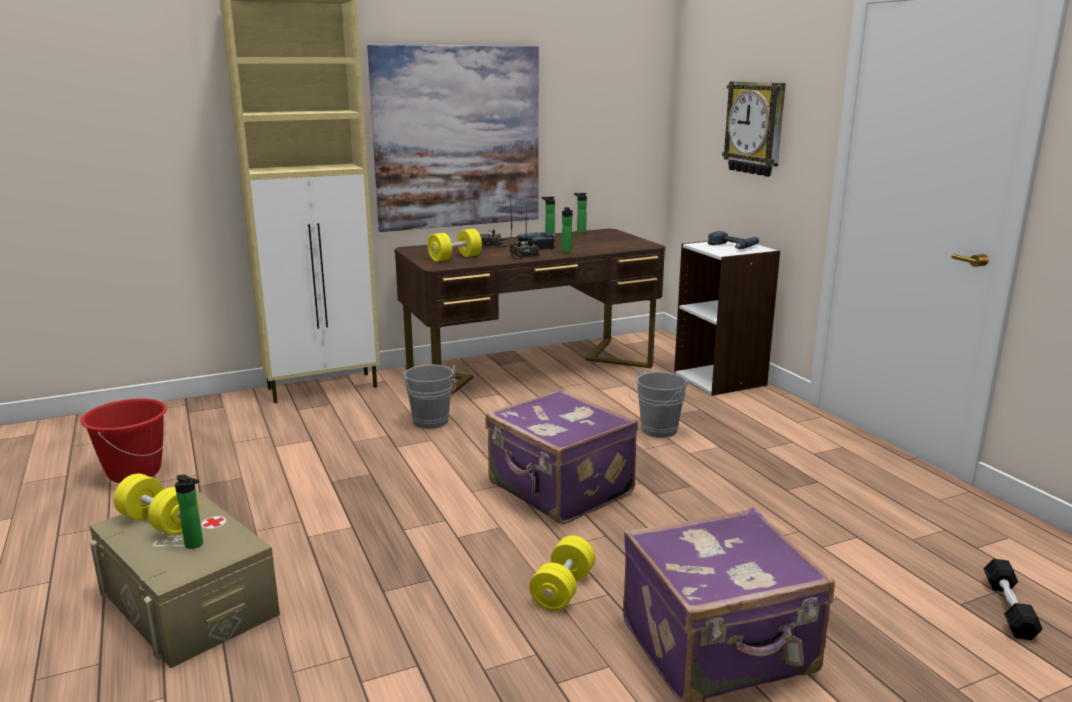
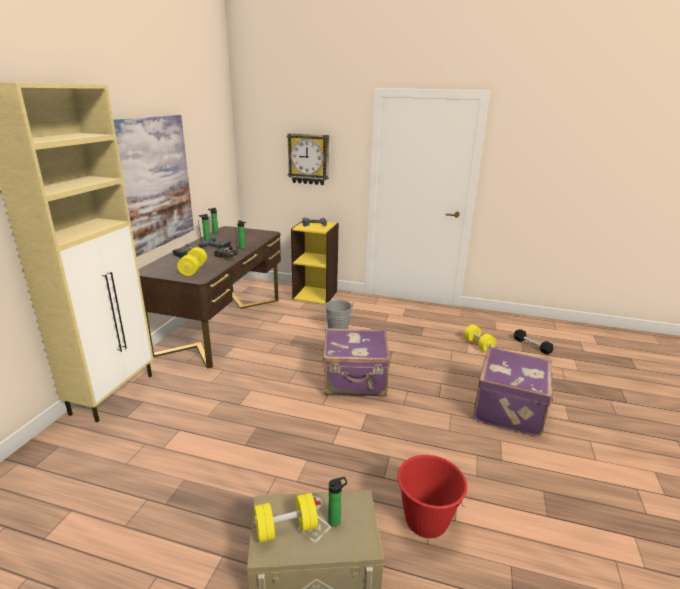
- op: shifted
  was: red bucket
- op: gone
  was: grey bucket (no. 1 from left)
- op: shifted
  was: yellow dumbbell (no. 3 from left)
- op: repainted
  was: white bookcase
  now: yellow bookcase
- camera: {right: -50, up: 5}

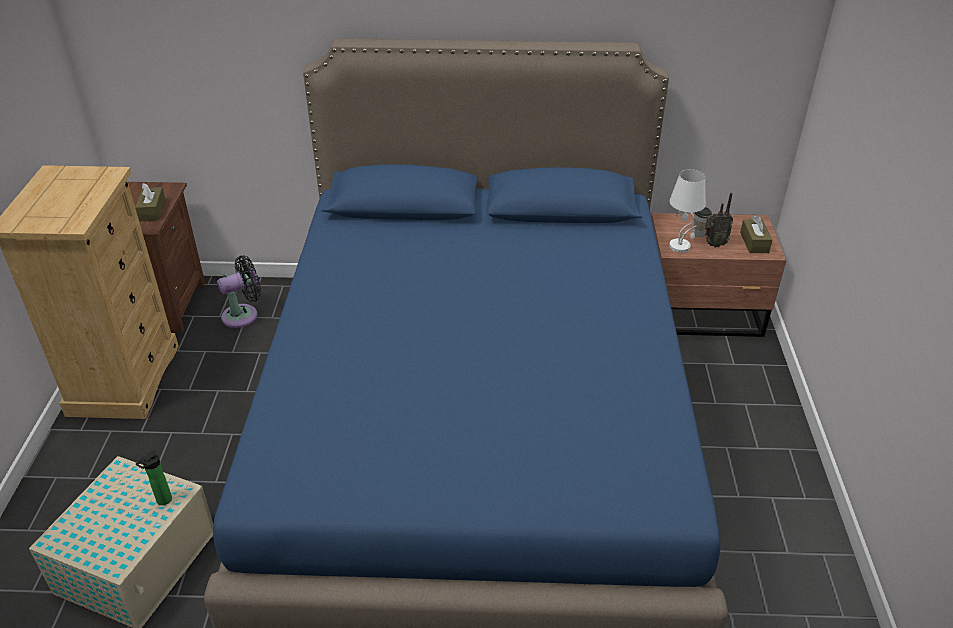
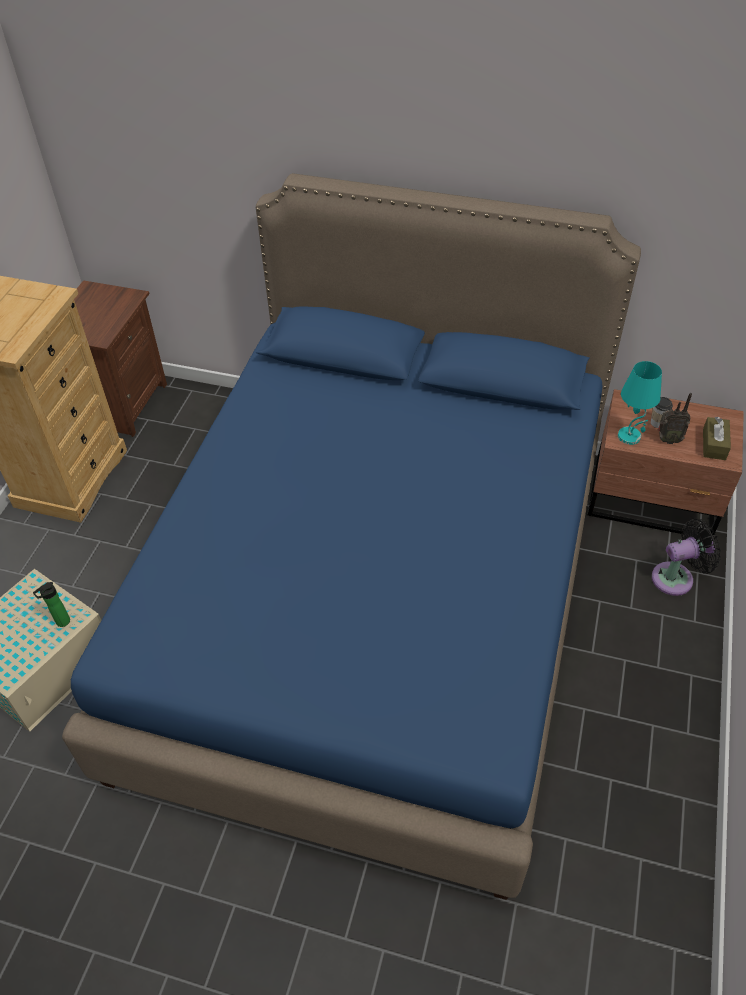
- op: gone
  was: brown tissue box (no. 1 from left)
- op: shifted
  was: black fan
- op: repainted
  was: white table lamp
  now: turquoise table lamp
- camera: {right: 15, up: 10}

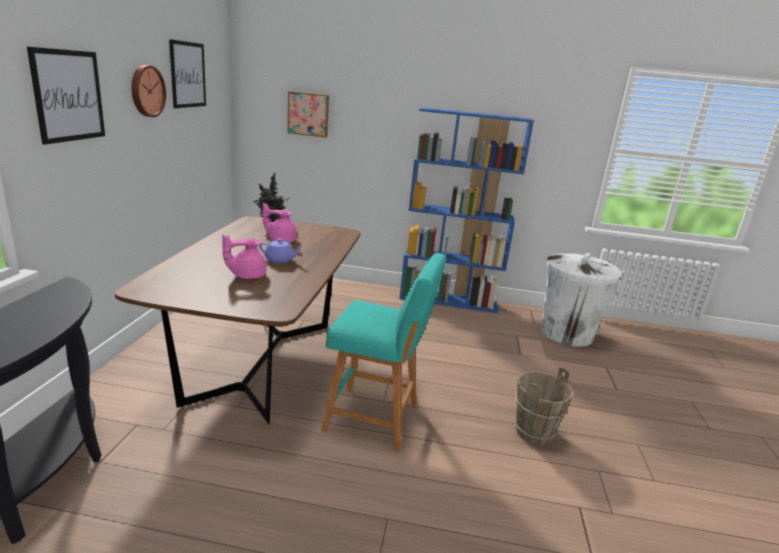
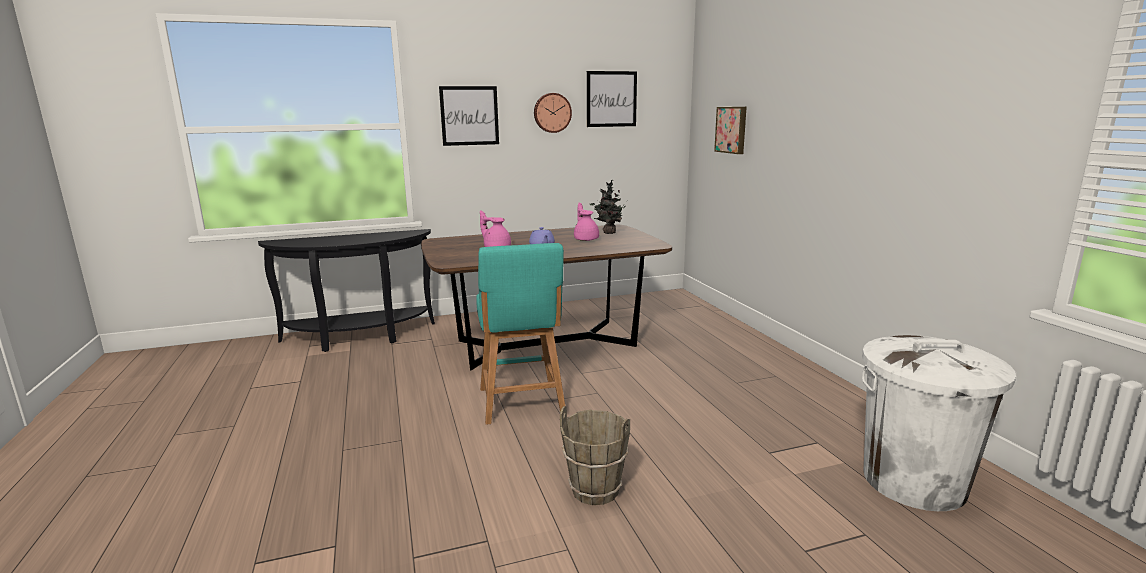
- op: gone
  was: blue bookcase
- camera: {right: 65, up: -5}

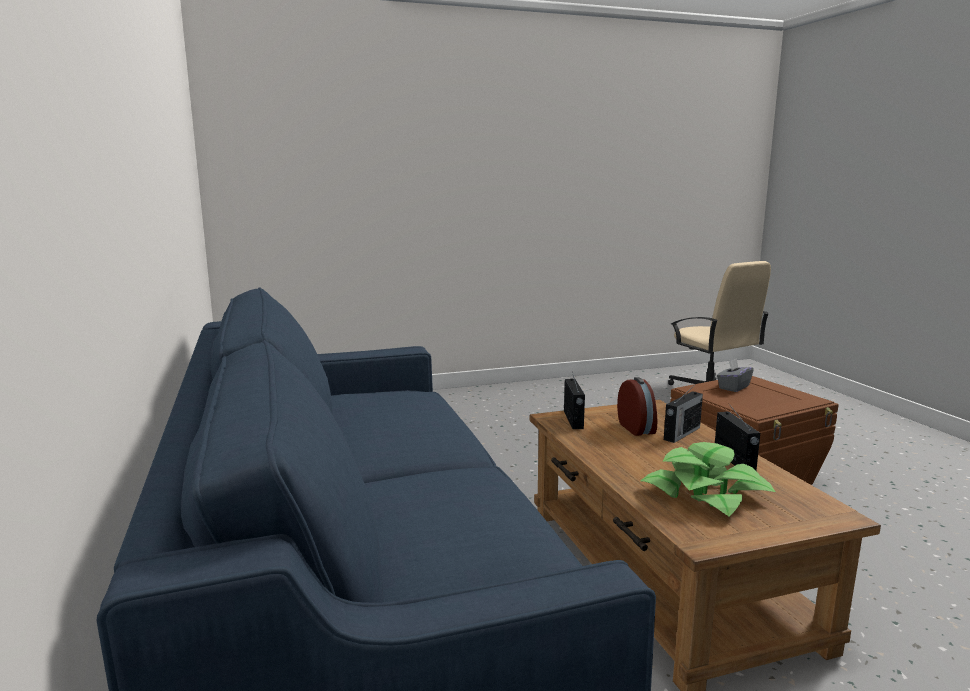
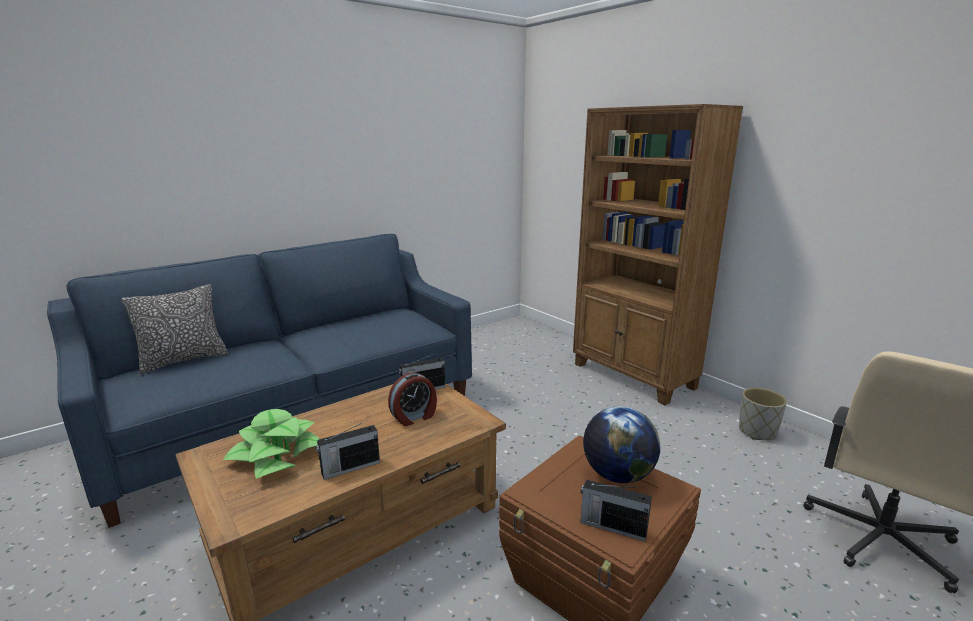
- op: shifted
  was: radio (no. 2 from left in the first image)
  now: radio (no. 3 from left)
- op: swapped
  was: grey tissue box
  now: globe
- op: new
  now: pillow
- op: new
  now: brown bookcase
- op: new
  now: grey planter
- camera: {right: 70, up: 5}

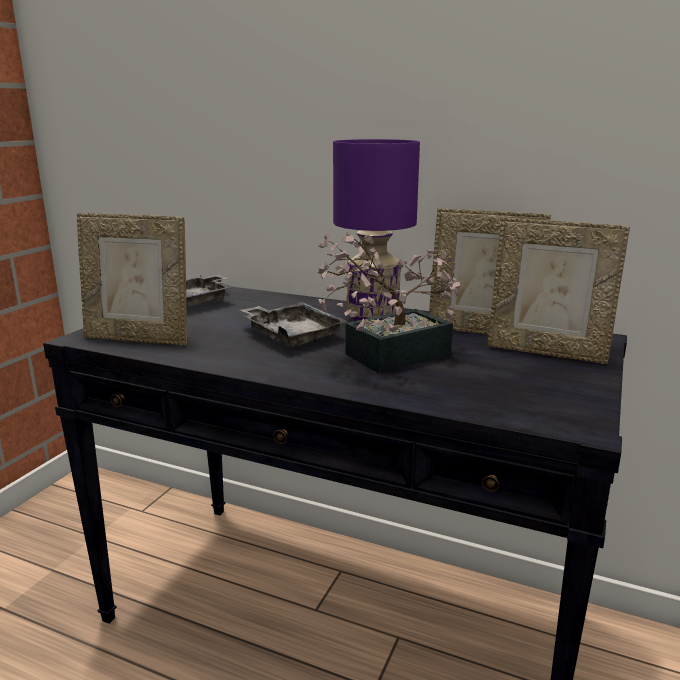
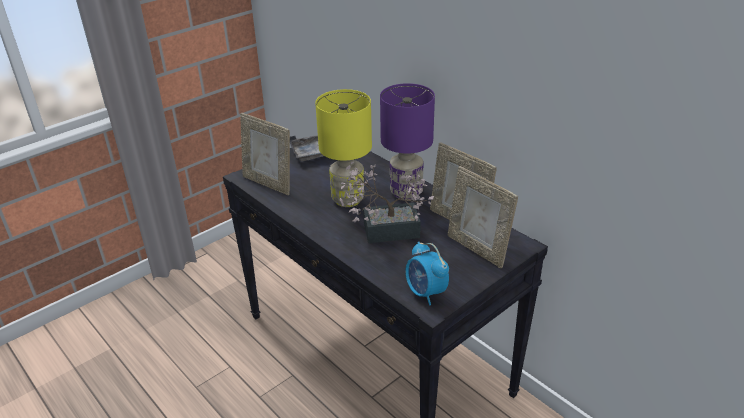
- op: swapped
  was: grey tray (no. 2 from left)
  now: yellow table lamp
- op: new
  now: alarm clock
- camera: {right: 25, up: 15}

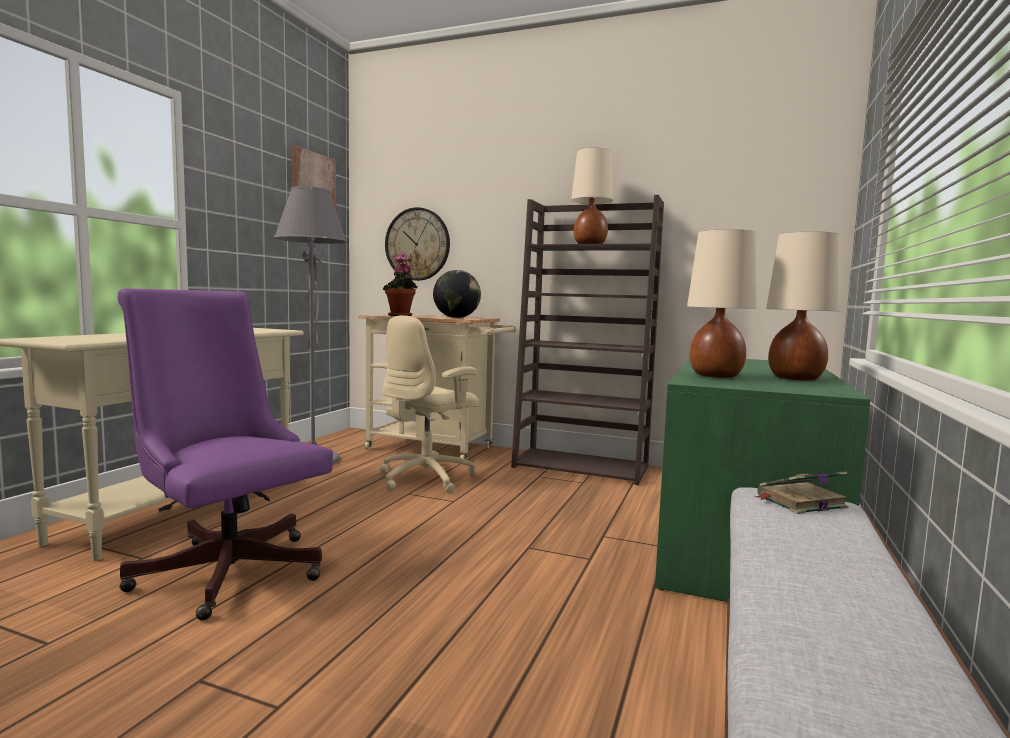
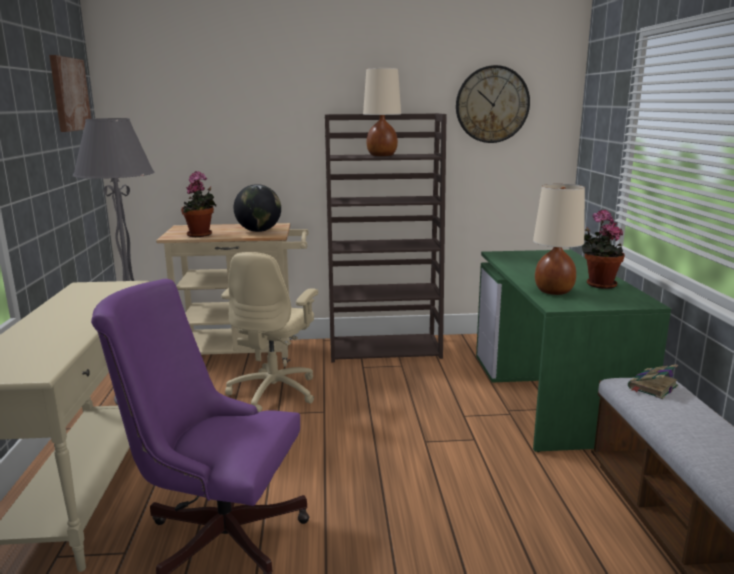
- op: shifted
  was: wall clock
- op: swapped
  was: beige table lamp (no. 3 from left)
  now: potted plant (no. 2 from left)
- camera: {right: -25, up: 10}

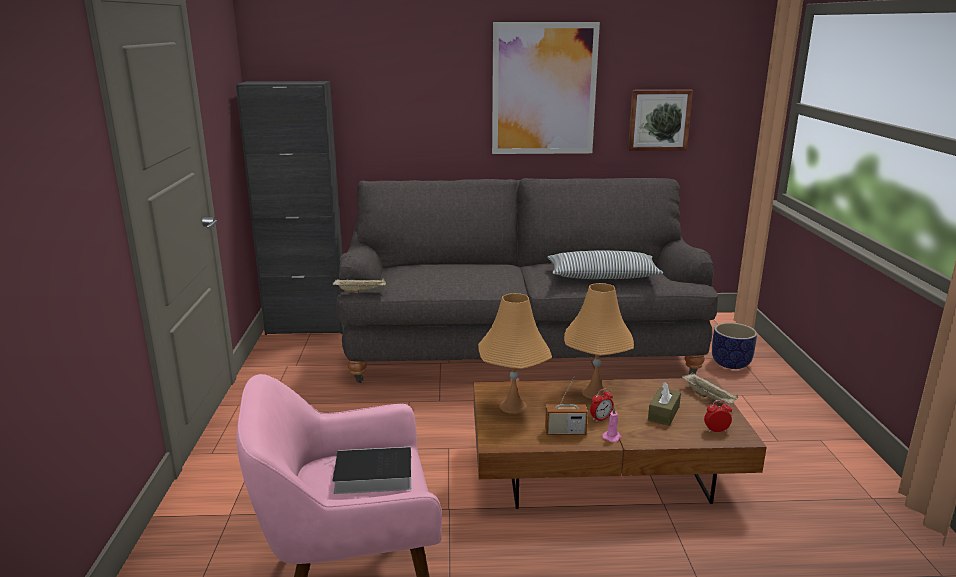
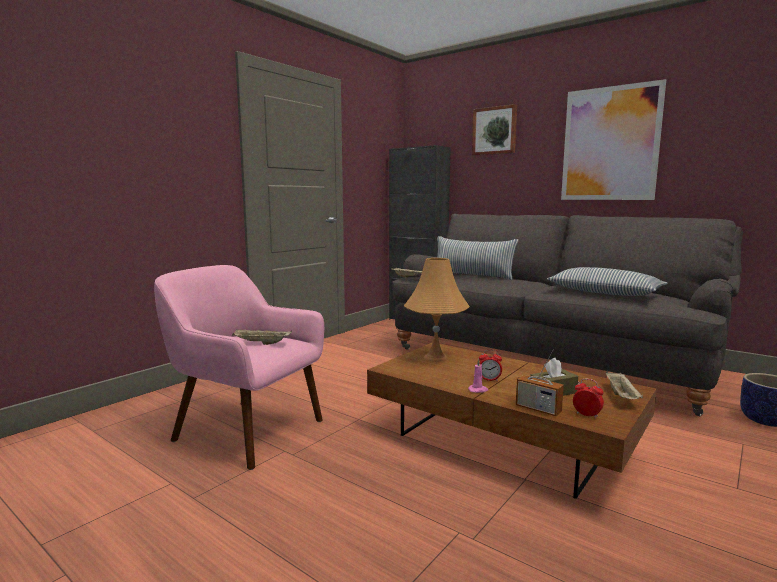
- op: swapped
  was: book
  now: beige tray (no. 1 from left)
- op: shifted
  was: radio
- op: gone
  was: orange table lamp (no. 2 from left)
- op: shifted
  was: picture (no. 2 from left in the first image)
  now: picture (no. 1 from left)
- op: new
  now: pillow (no. 1 from left)
- camera: {right: 40, up: -10}

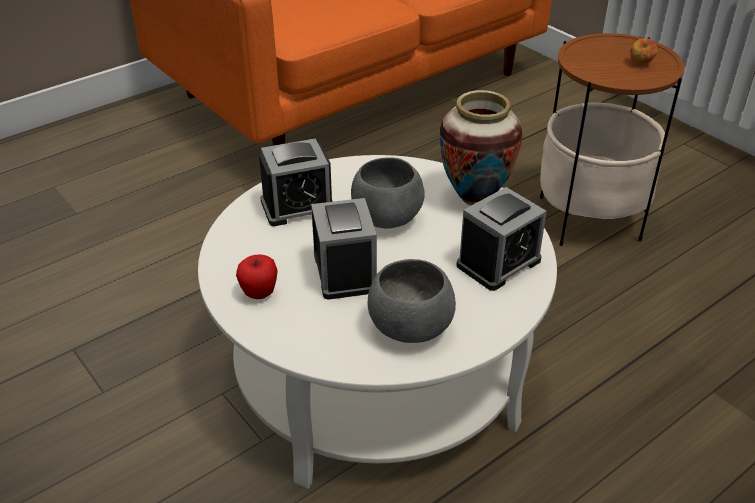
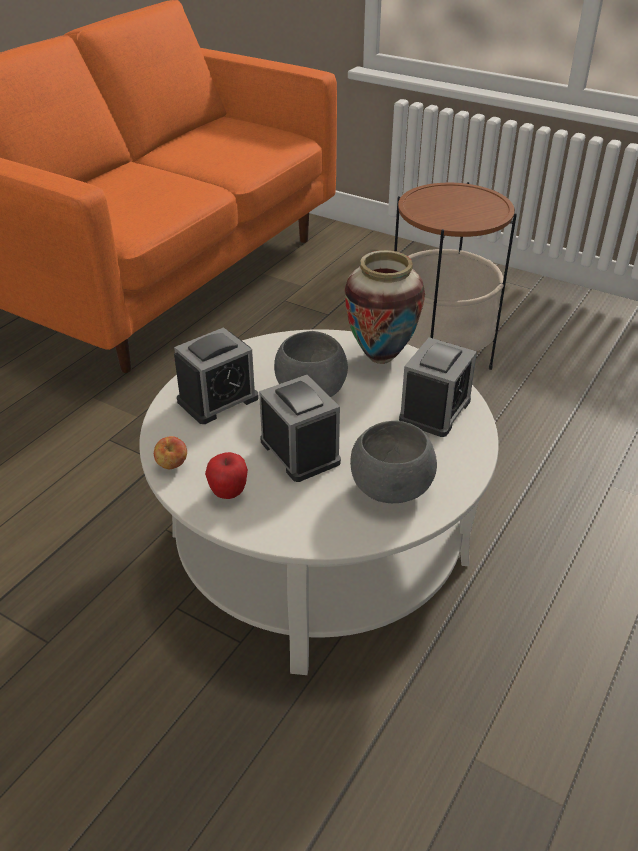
- op: shifted
  was: apple (no. 2 from left in the first image)
  now: apple (no. 1 from left)
- camera: {right: -20, up: 0}

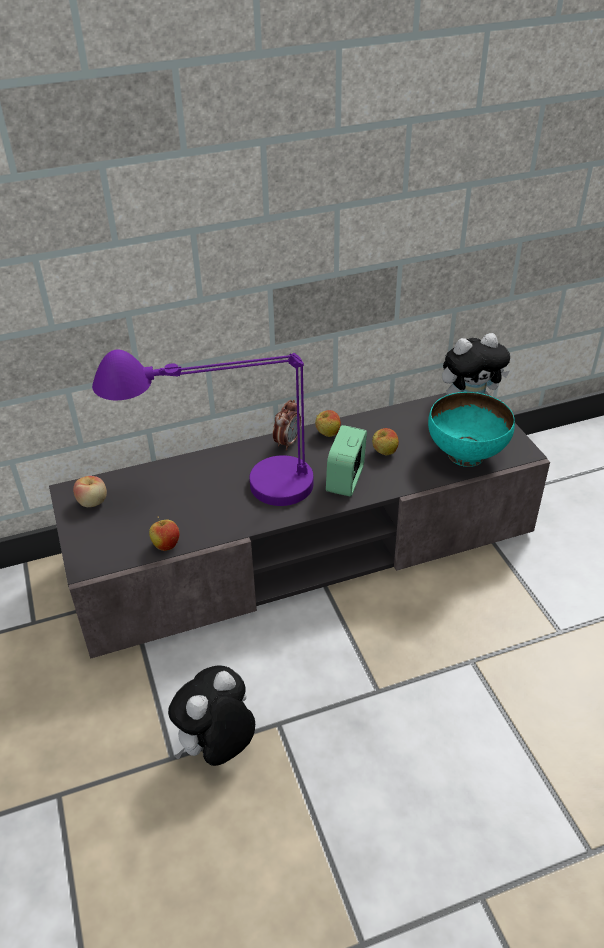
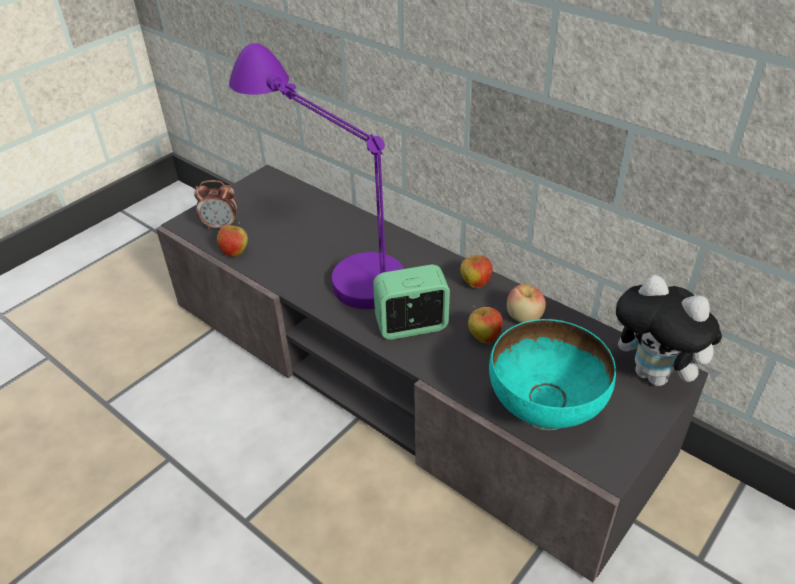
- op: shifted
  was: apple (no. 1 from left in the first image)
  now: apple (no. 4 from left)
- op: gone
  was: plush toy (no. 1 from left)
- op: shifted
  was: alarm clock (no. 1 from left)
- camera: {right: 60, up: 0}

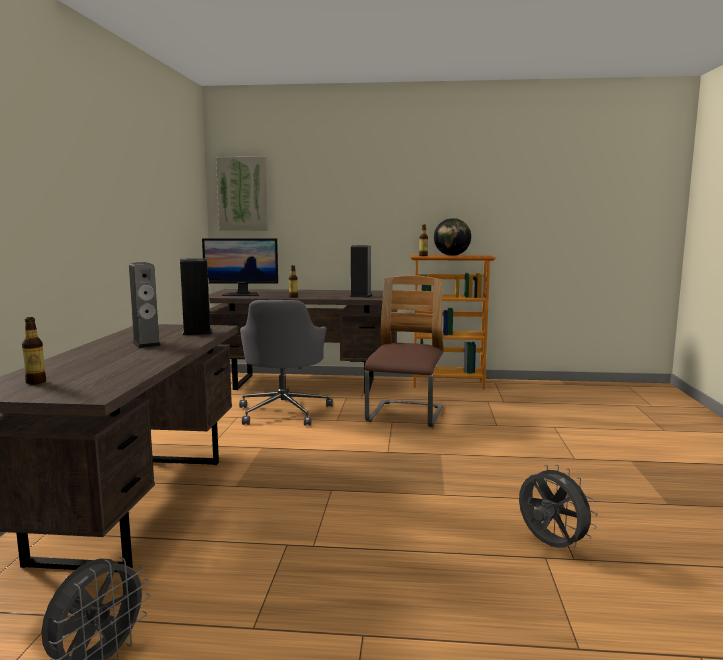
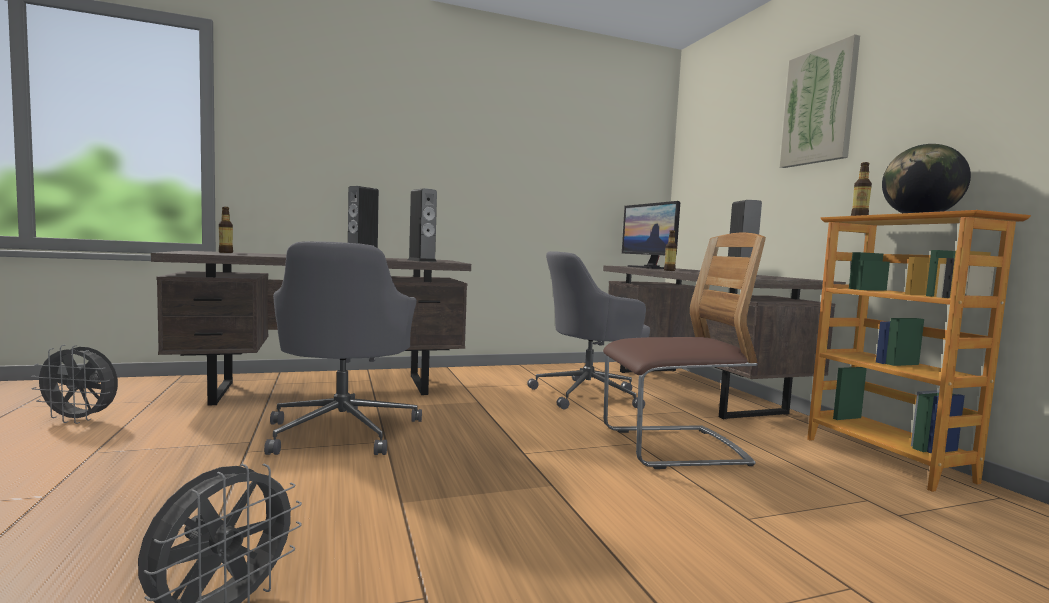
- op: shifted
  was: picture
- op: new
  now: grey office chair (no. 1 from left)
- camera: {right: 65, up: -5}

